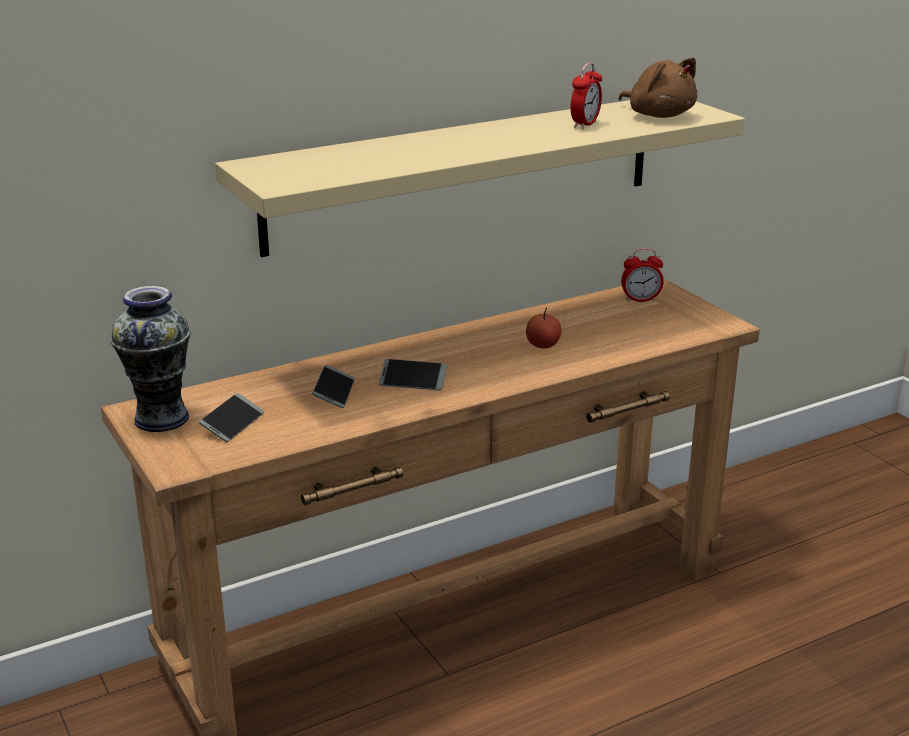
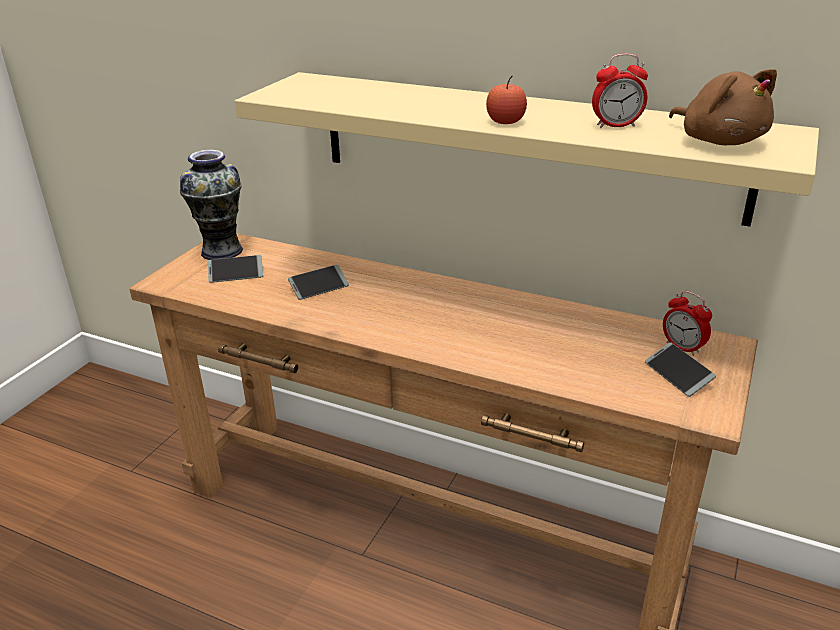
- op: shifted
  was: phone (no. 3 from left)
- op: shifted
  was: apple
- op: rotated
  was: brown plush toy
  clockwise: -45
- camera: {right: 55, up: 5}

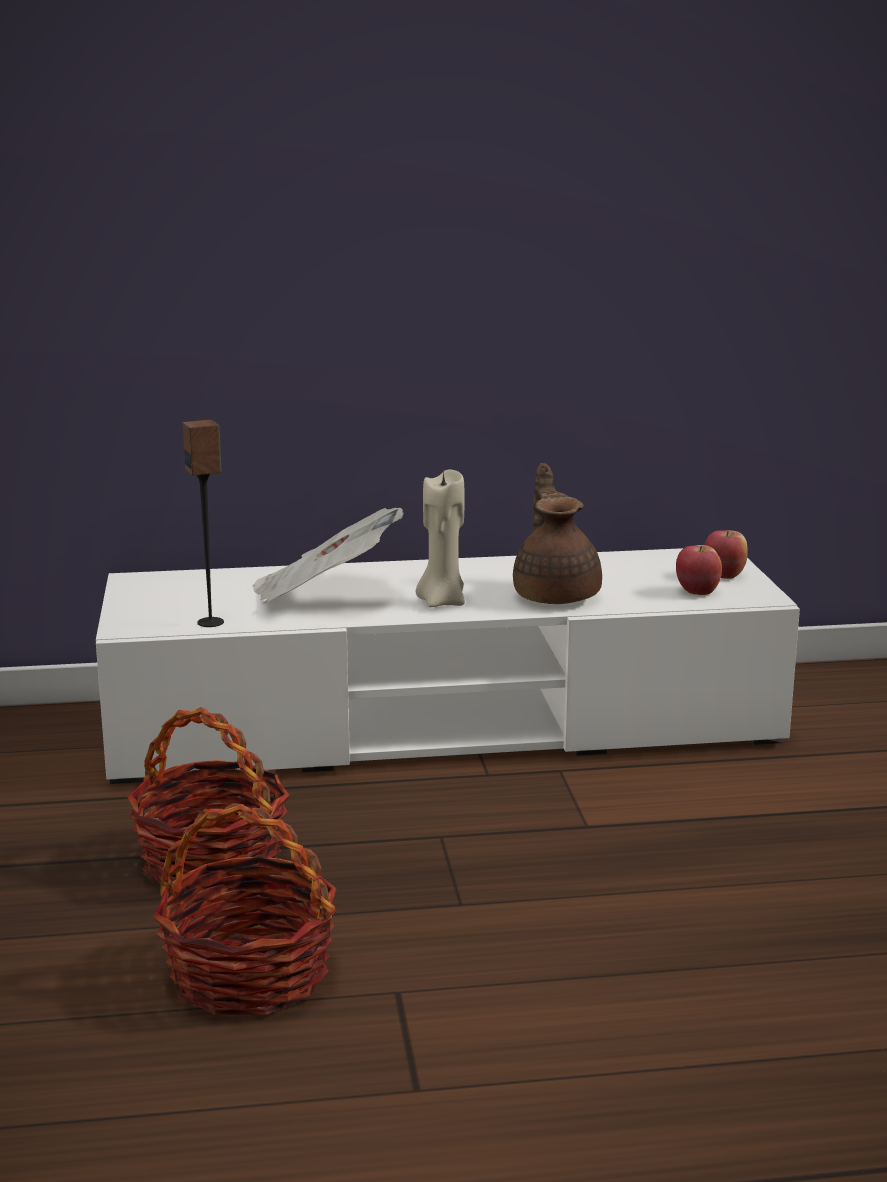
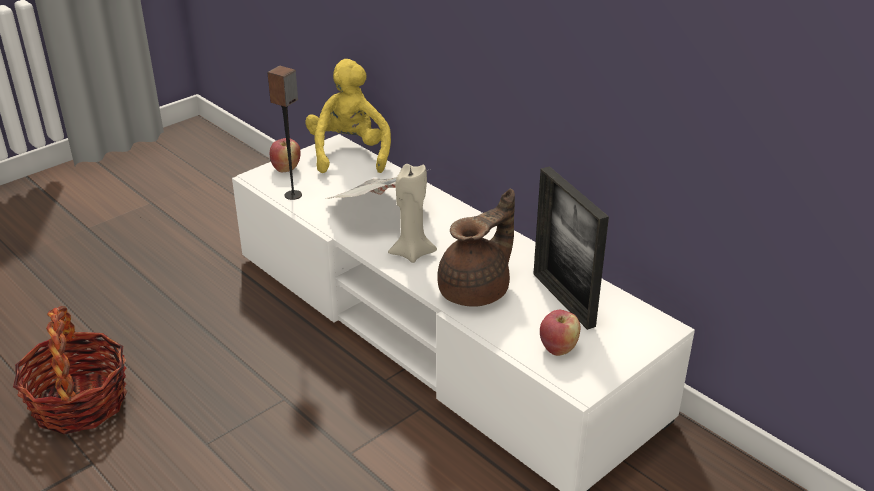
- op: gone
  was: basket (no. 1 from left)
- op: shifted
  was: apple (no. 2 from left in the first image)
  now: apple (no. 1 from left)
- op: new
  now: yellow plush toy
- op: new
  now: picture frame
- camera: {right: 55, up: 15}

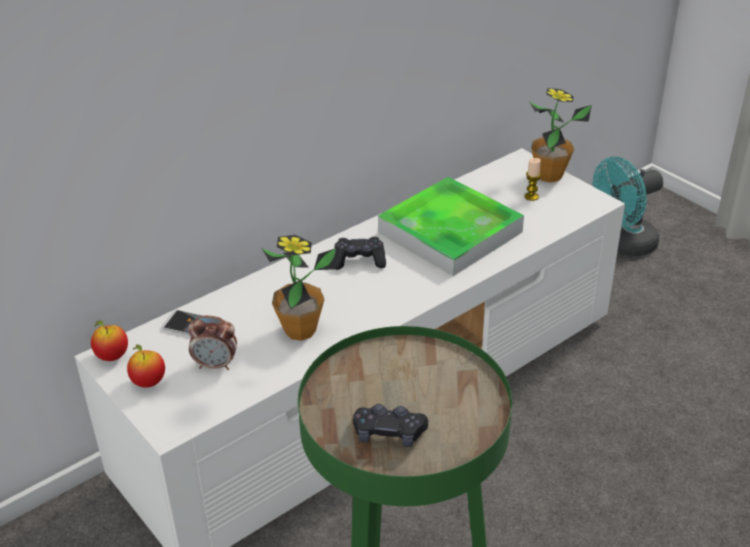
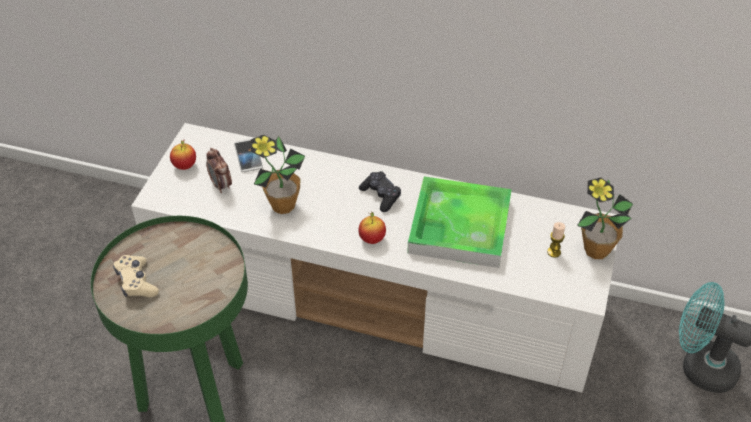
- op: shifted
  was: apple (no. 1 from left in the first image)
  now: apple (no. 2 from left)
- op: repainted
  was: black game controller (no. 2 from left)
  now: beige game controller
- camera: {right: 55, up: 10}

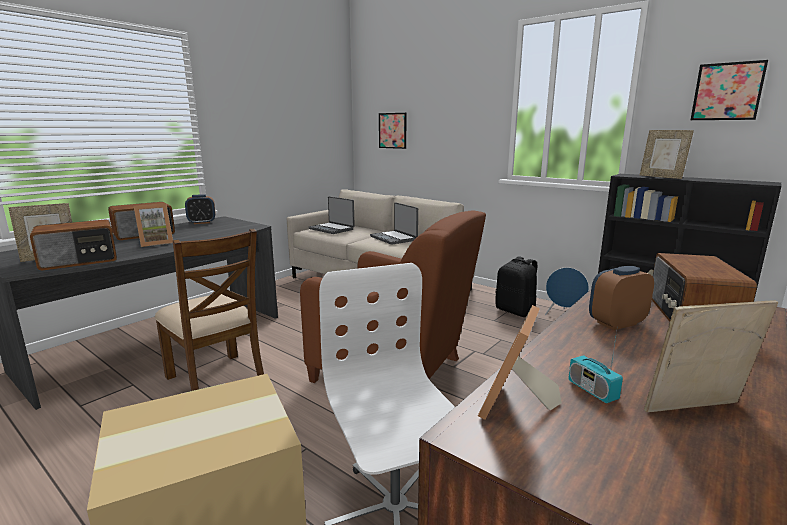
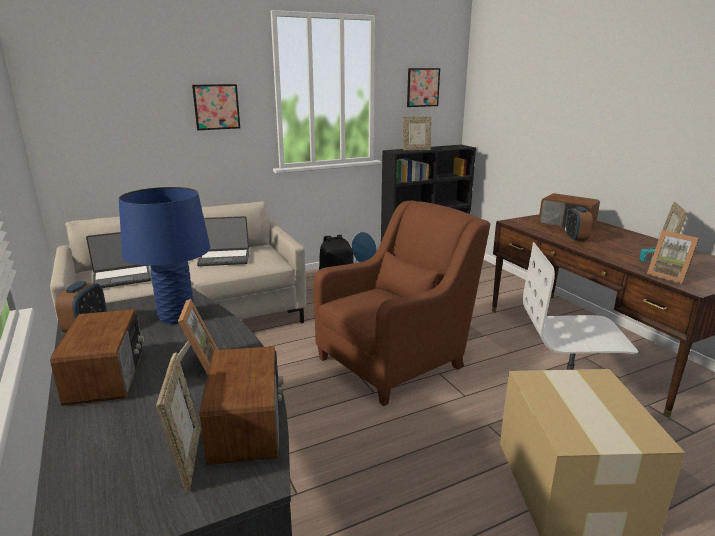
- op: gone
  was: brown chair
- op: shifted
  was: picture (no. 1 from left)
- op: new
  now: blue table lamp
- camera: {right: -65, up: 5}

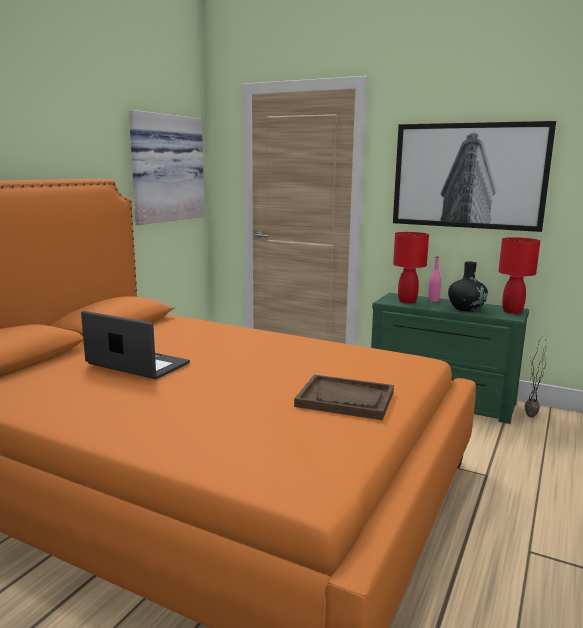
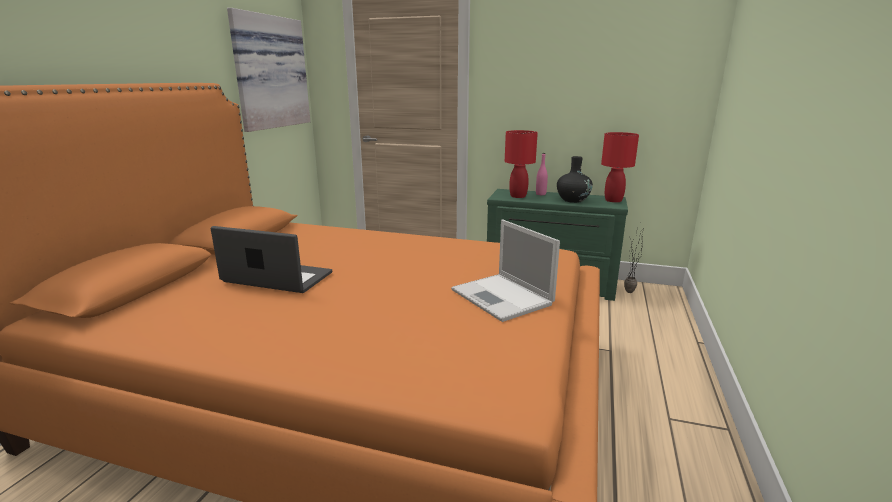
- op: swapped
  was: brown tray
  now: laptop (no. 2 from left)
- op: gone
  was: picture (no. 2 from left)
- camera: {right: -10, up: 5}

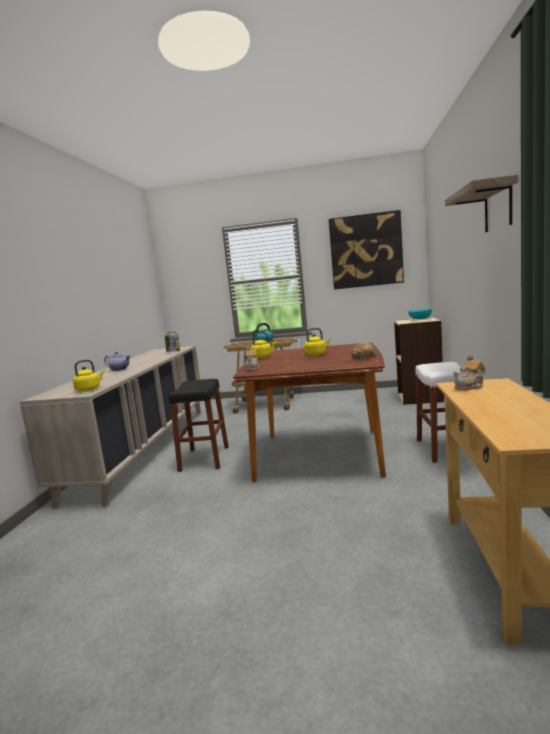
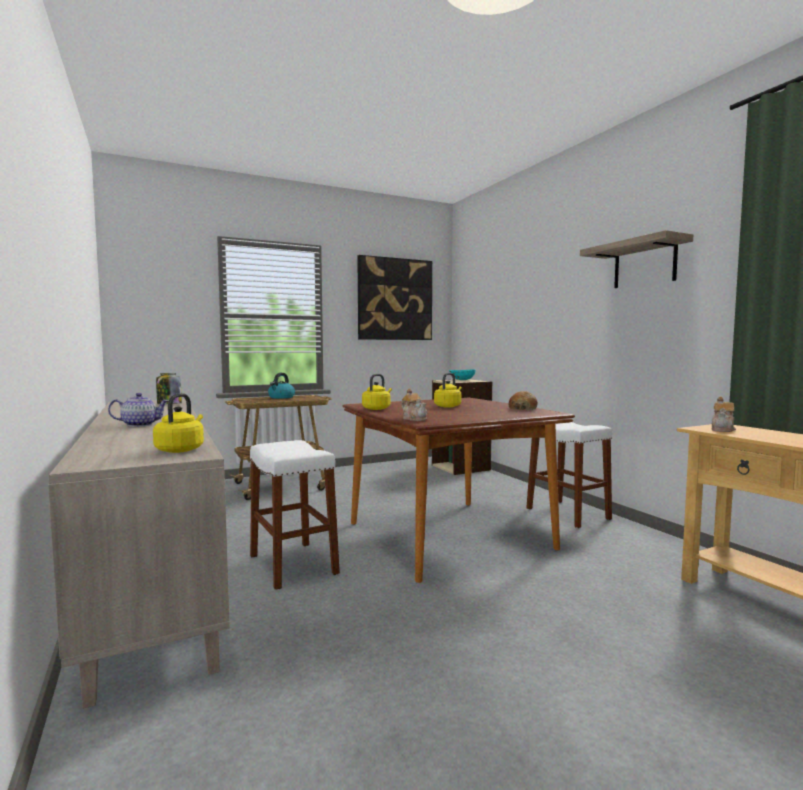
- op: repainted
  was: black stool
  now: white stool (no. 1 from left)
- camera: {right: -35, up: -5}

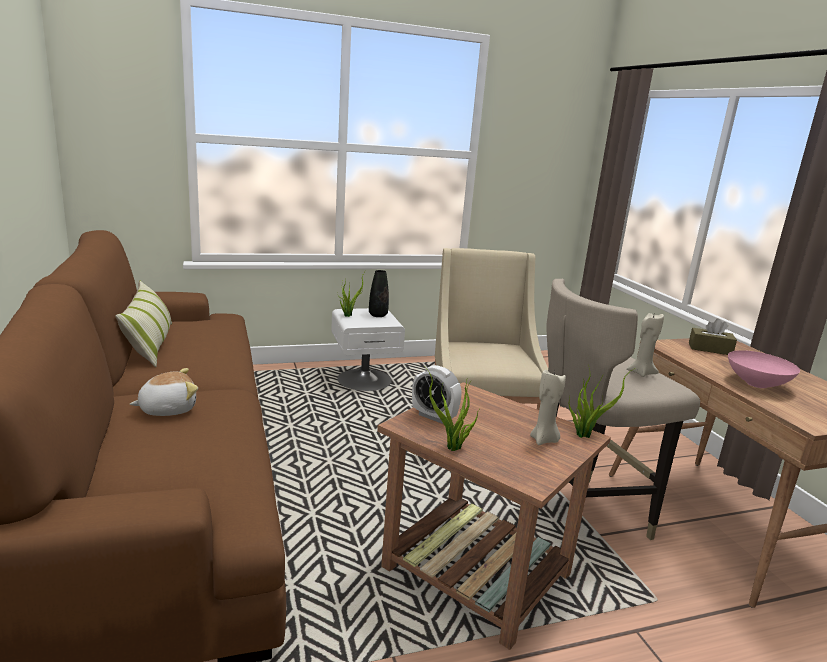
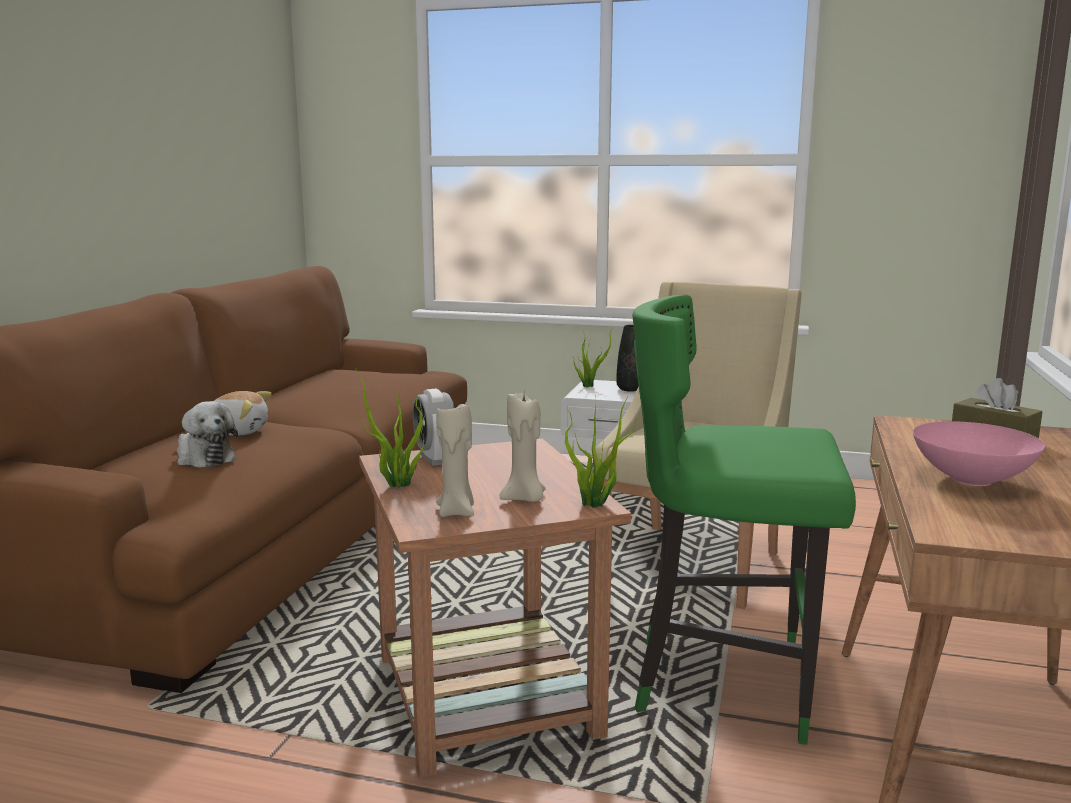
- op: gone
  was: pillow
- op: repainted
  was: beige stool
  now: green stool
- op: shifted
  was: beige candle (no. 2 from left in the first image)
  now: beige candle (no. 1 from left)
- op: new
  now: plush toy (no. 1 from left)
- camera: {right: 35, up: -5}

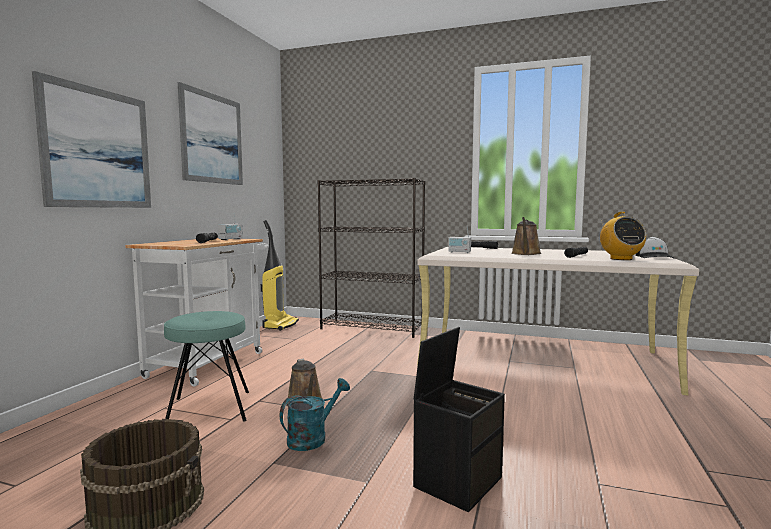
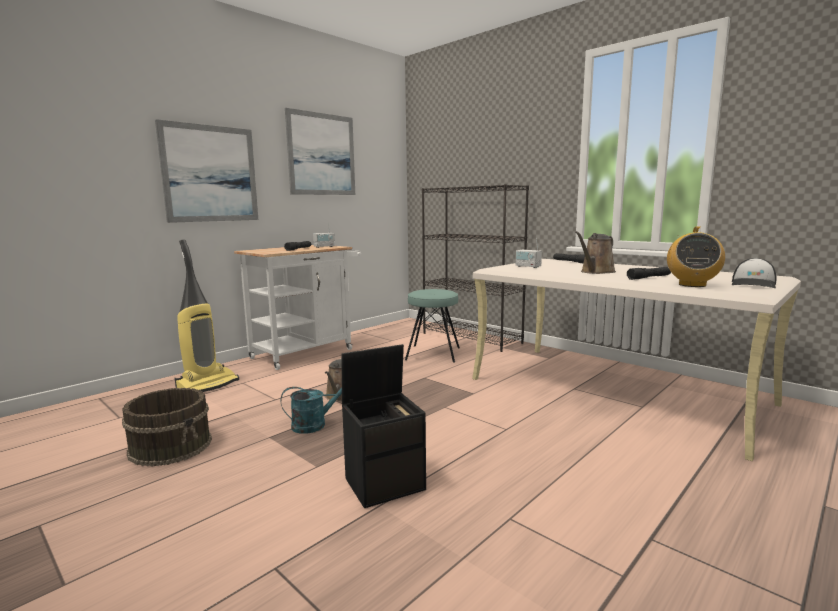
- op: shifted
  was: turquoise stool
- op: shifted
  was: vacuum cleaner
- camera: {right: 25, up: 5}

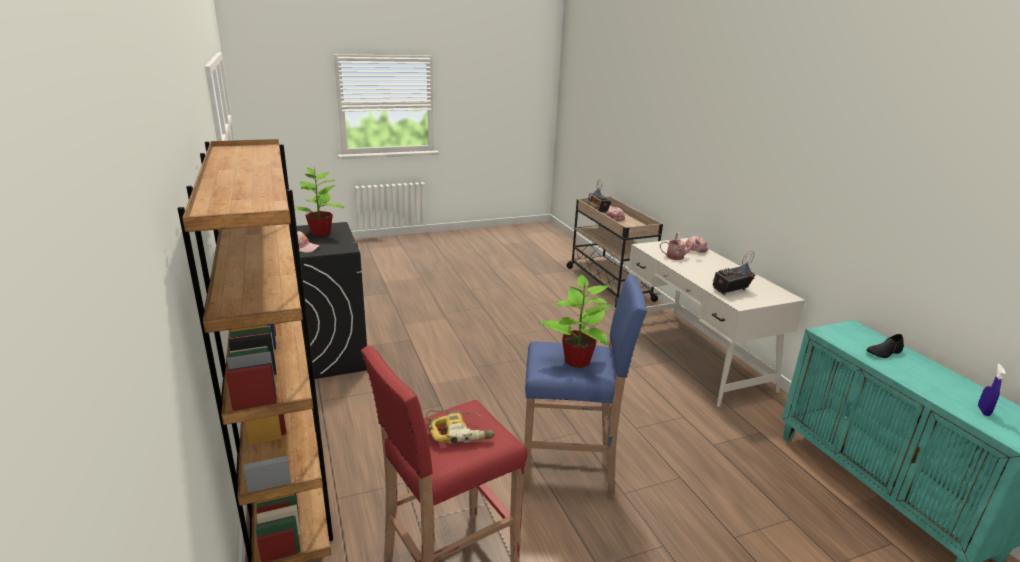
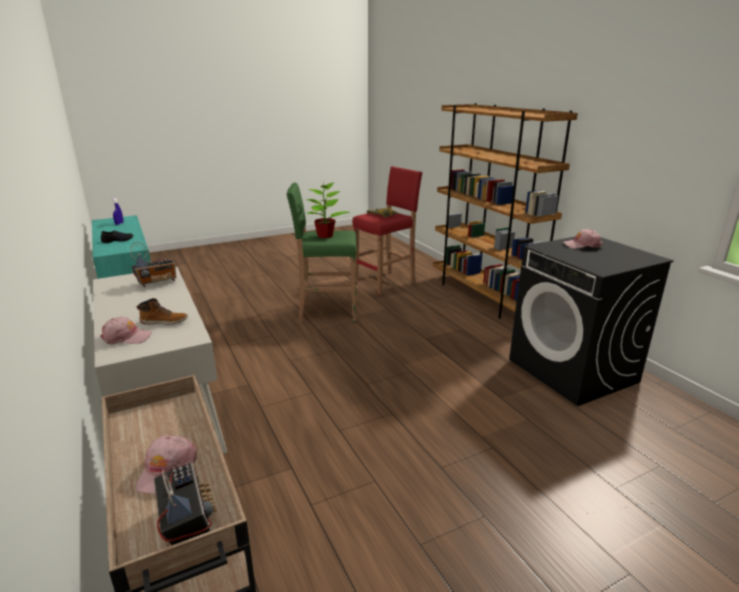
- op: gone
  was: potted plant (no. 1 from left)
- op: repainted
  was: blue stool
  now: green stool
- op: swapped
  was: watering can
  now: boot
- camera: {right: 175, up: 0}

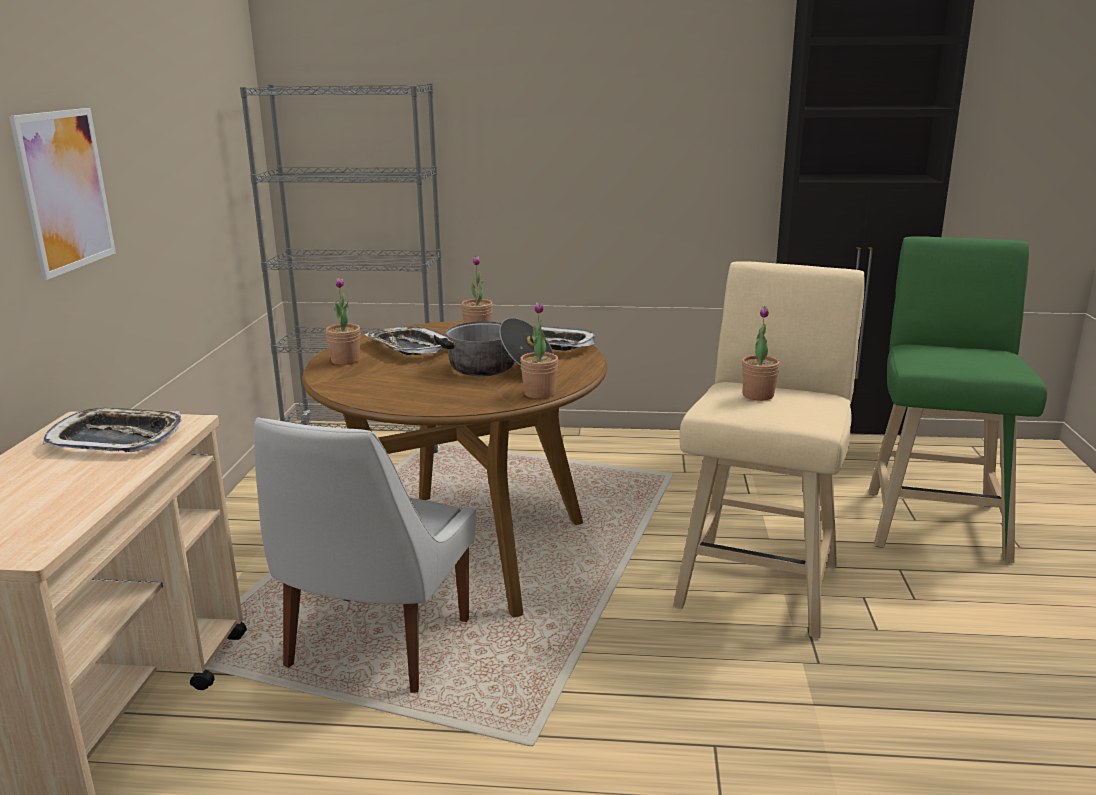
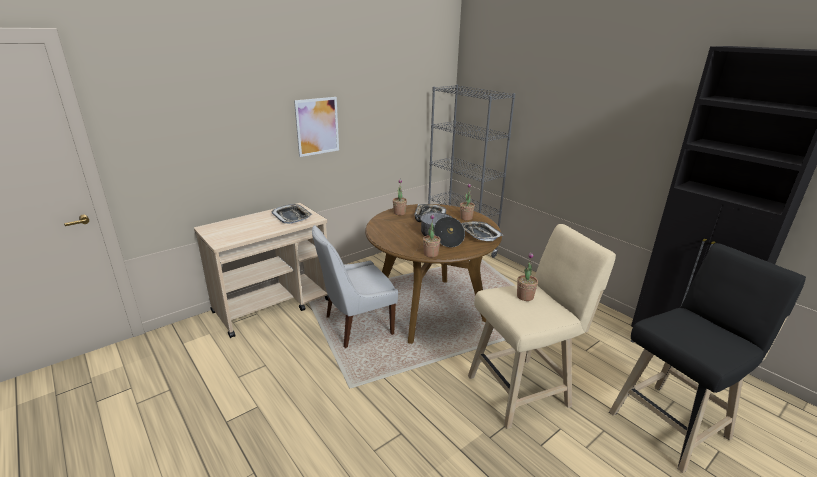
- op: repainted
  was: green stool
  now: black stool
- camera: {right: 45, up: 5}

